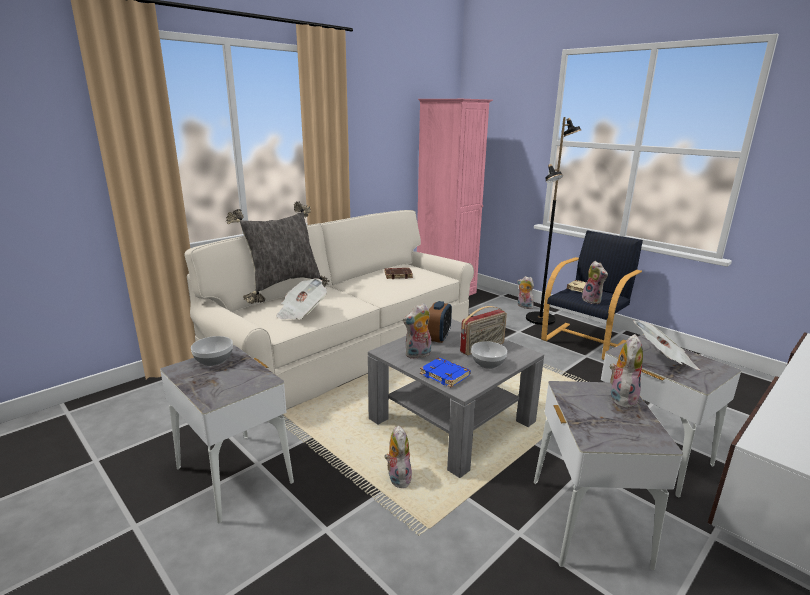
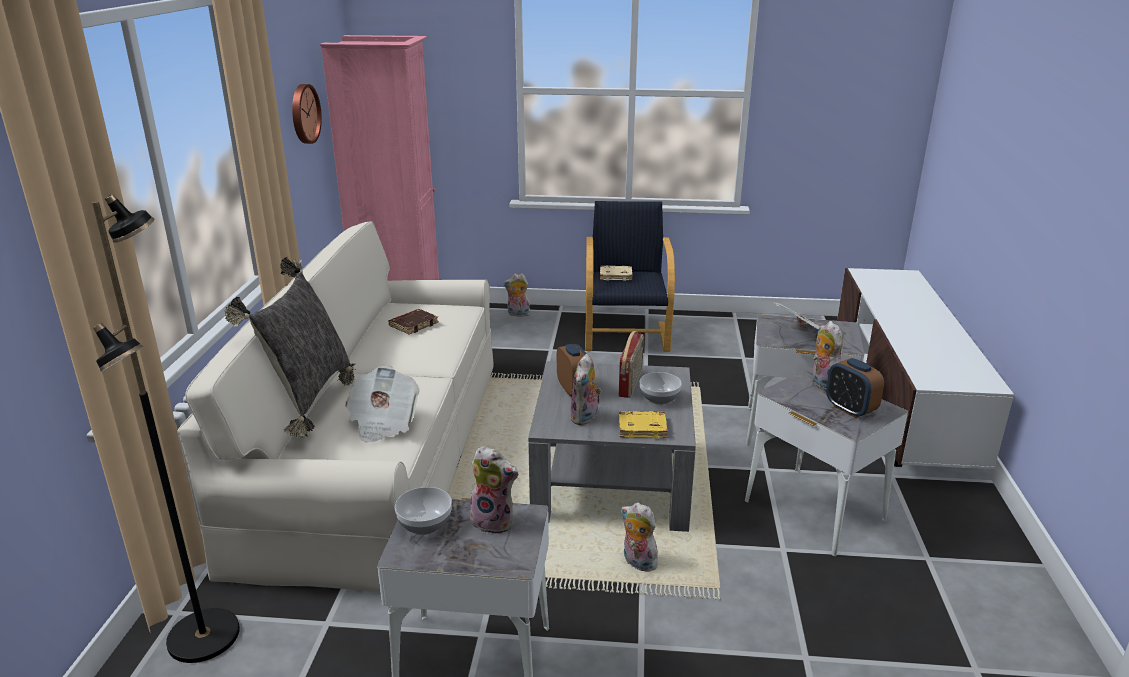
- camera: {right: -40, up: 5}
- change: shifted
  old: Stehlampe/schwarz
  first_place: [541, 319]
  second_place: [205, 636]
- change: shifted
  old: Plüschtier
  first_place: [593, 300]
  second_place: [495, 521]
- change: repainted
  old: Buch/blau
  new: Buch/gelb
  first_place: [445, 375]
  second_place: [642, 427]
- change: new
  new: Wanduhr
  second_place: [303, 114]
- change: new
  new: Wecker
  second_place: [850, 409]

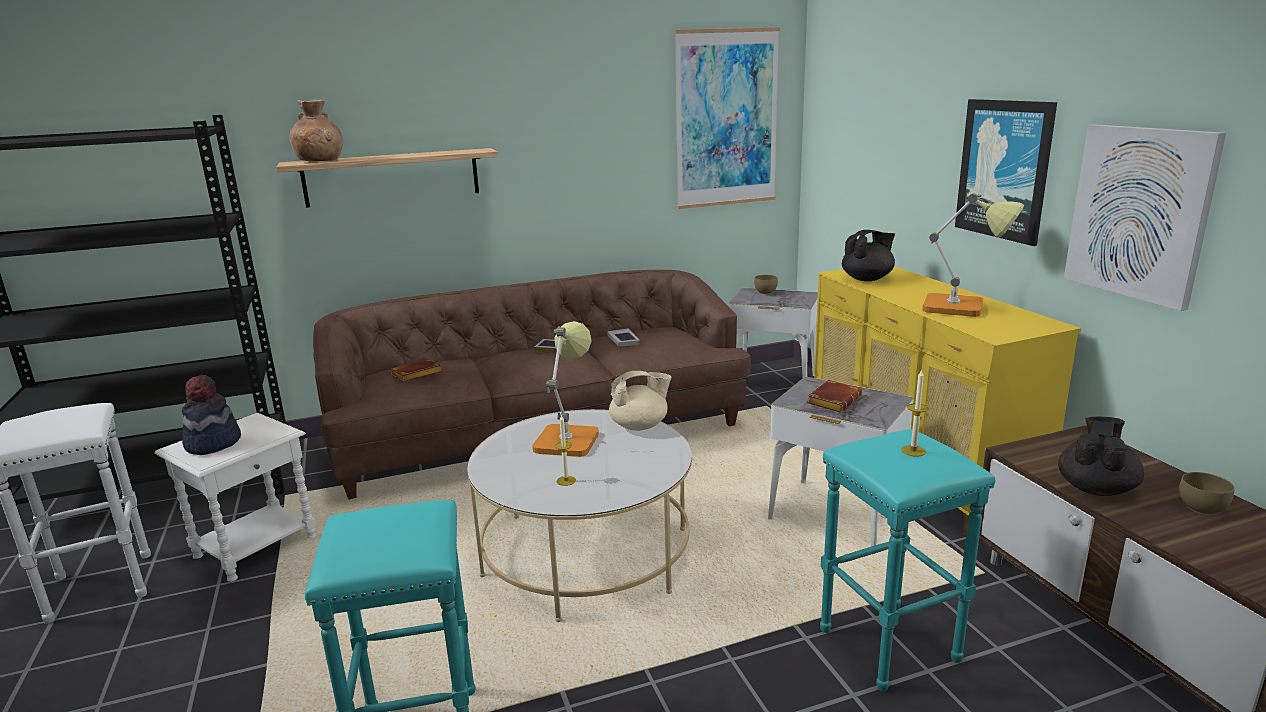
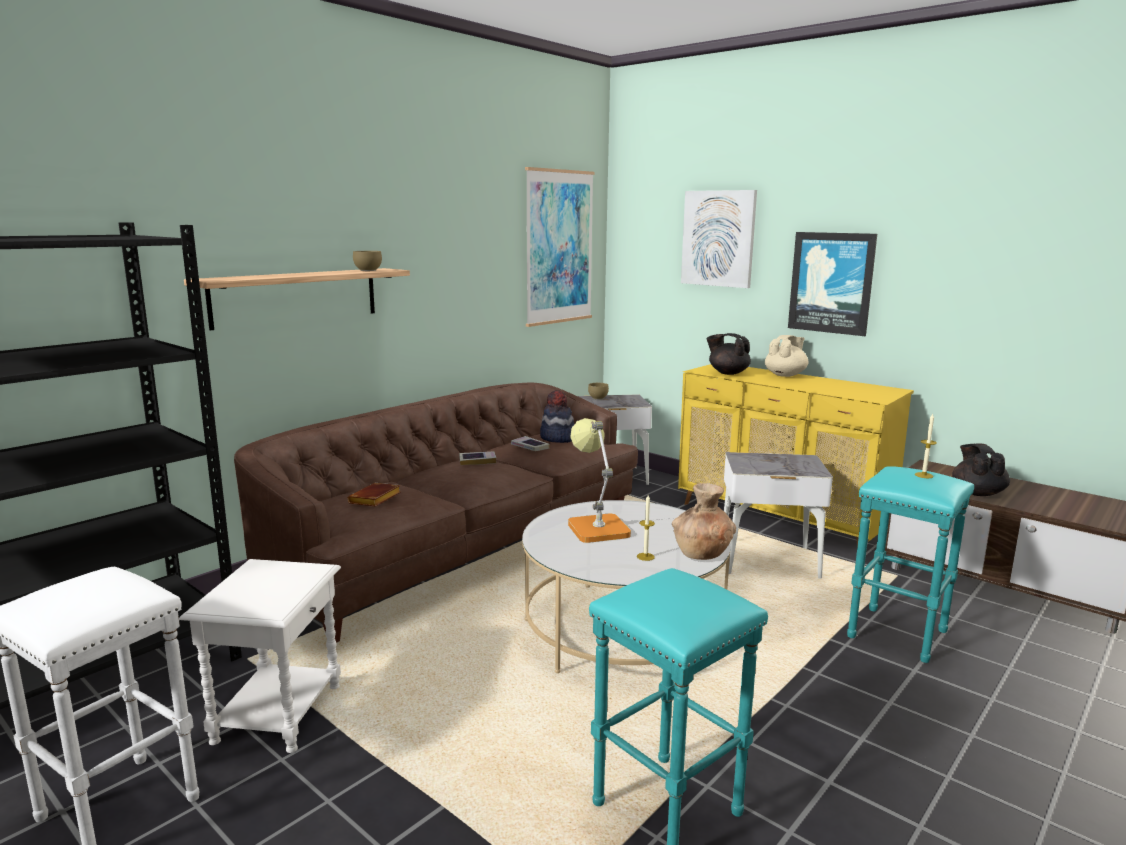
- camera: {right: -30, up: -5}
- change: shifted
  old: Vase/braun
  first_place: [320, 161]
  second_place: [702, 553]
- change: shifted
  old: Bild
  first_place: [1139, 213]
  second_place: [718, 238]
- change: gone
  old: Tischlampe
  first_place: [962, 307]
- change: rotated
  old: Teekanne/schwarz
  first_place: [867, 279]
  second_place: [727, 373]
  degrees: -90
- change: shifted
  old: Teekanne/beige
  first_place: [640, 426]
  second_place: [785, 375]
- change: shifted
  old: Hut
  first_place: [212, 443]
  second_place: [557, 438]
- change: gone
  old: Buch/braun
  first_place: [833, 400]
- change: shifted
  old: Schüssel/braun
  first_place: [1199, 507]
  second_place: [367, 270]

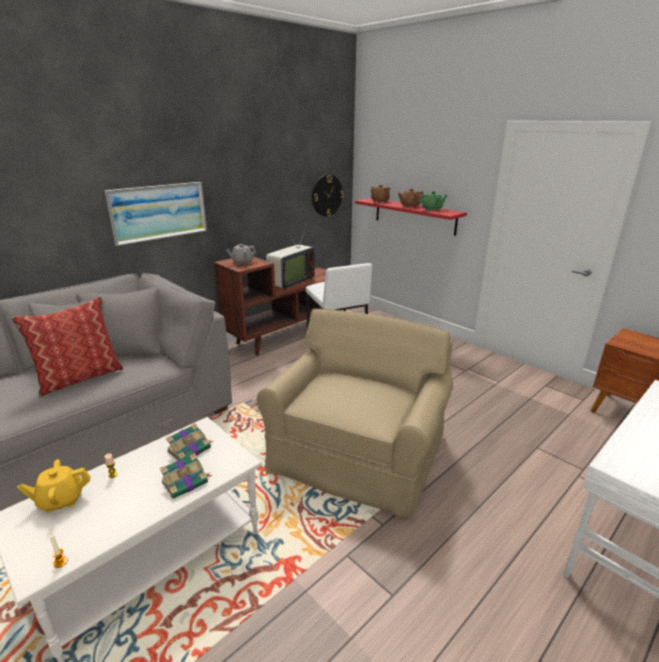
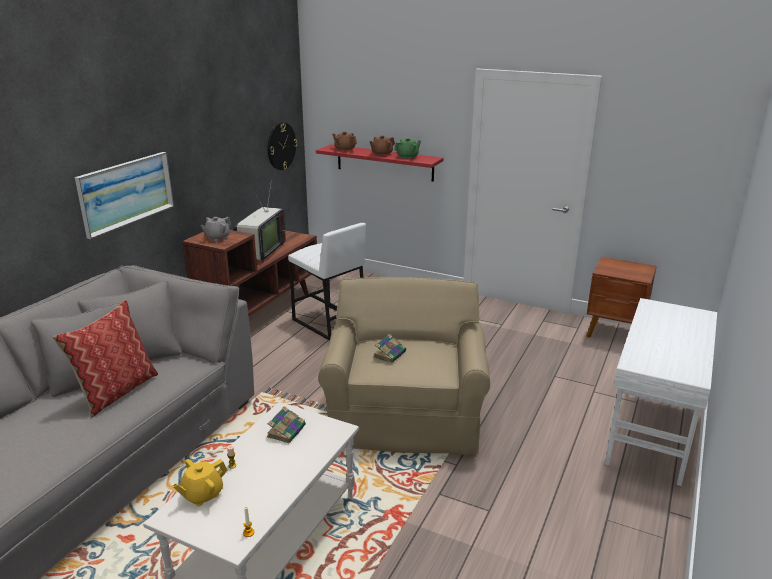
- camera: {right: -20, up: 0}
- change: shifted
  old: Buch
  first_place: [186, 482]
  second_place: [390, 354]

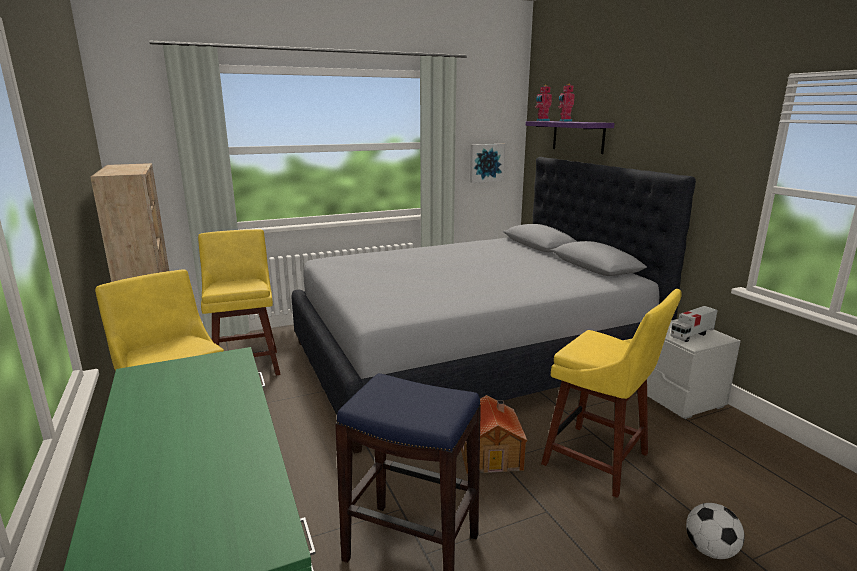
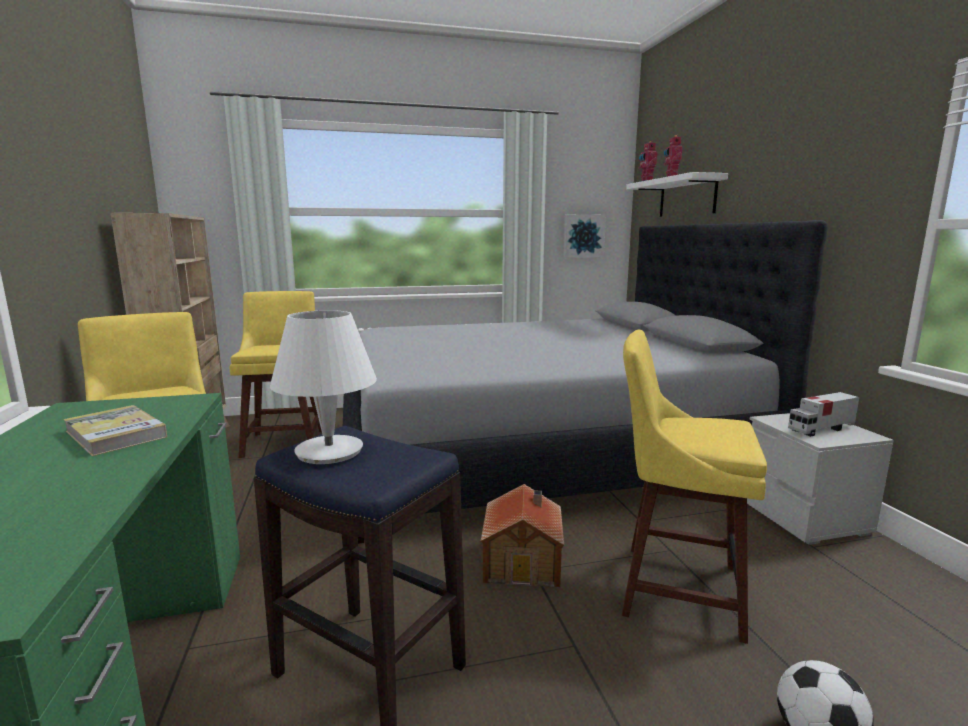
- camera: {right: 10, up: -5}
- change: repainted
  old: Wandregal/lila
  new: Wandregal/weiß
  first_place: [578, 136]
  second_place: [687, 197]
- change: rotated
  old: Stuhl/gelb
  first_place: [601, 461]
  second_place: [672, 587]
  degrees: 150
- change: new
  new: Tischlampe/weiß
  second_place: [330, 451]
- change: new
  new: Buch
  second_place: [115, 434]

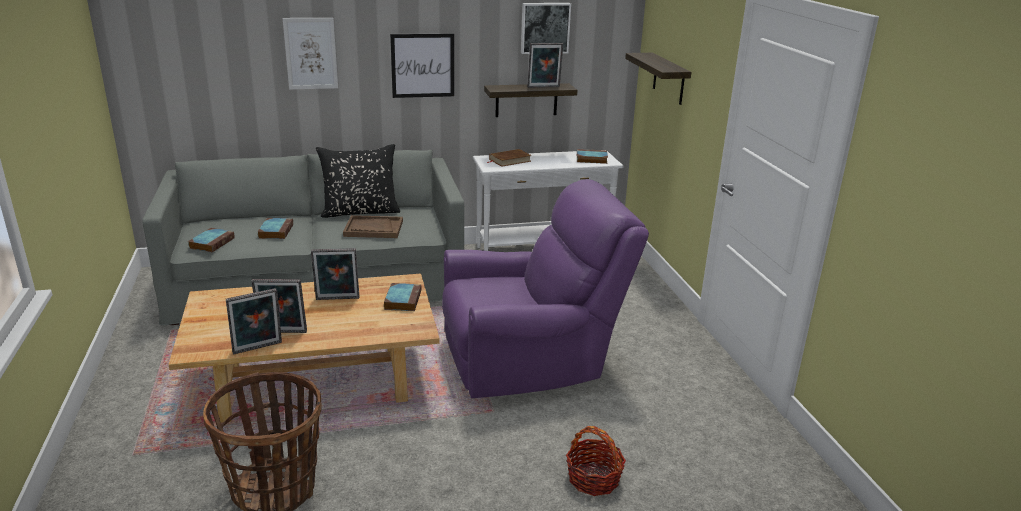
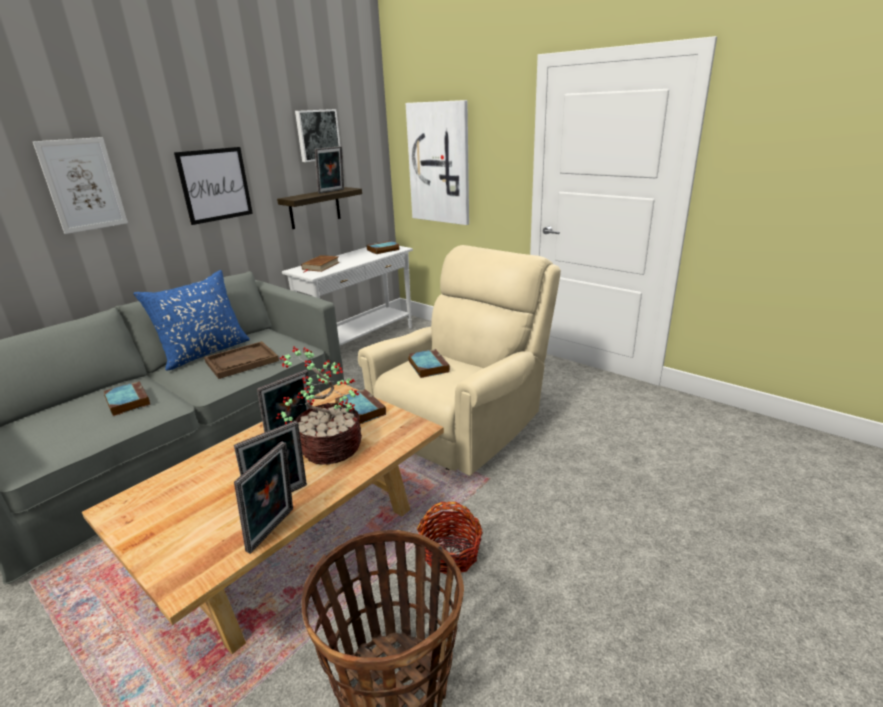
- camera: {right: -35, up: 0}
- change: swapped
  old: Wandregal
  new: Bild
  first_place: [669, 79]
  second_place: [439, 163]
- change: repainted
  old: Kissen/schwarz
  new: Kissen/blau
  first_place: [360, 211]
  second_place: [204, 352]
- change: repainted
  old: Sessel/lila
  new: Sessel/beige
  first_place: [531, 361]
  second_place: [463, 425]
- change: shifted
  old: Buch
  first_place: [212, 243]
  second_place: [427, 366]
- change: shifted
  old: Korb
  first_place: [594, 479]
  second_place: [451, 554]
- change: new
  new: Topfpflanze
  second_place: [328, 448]

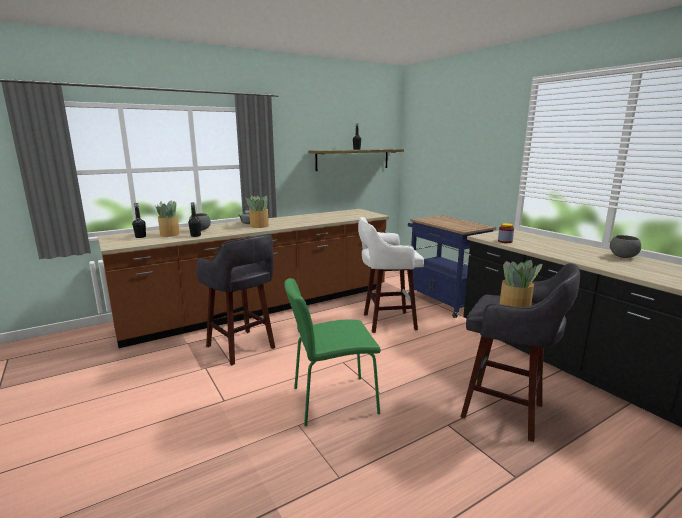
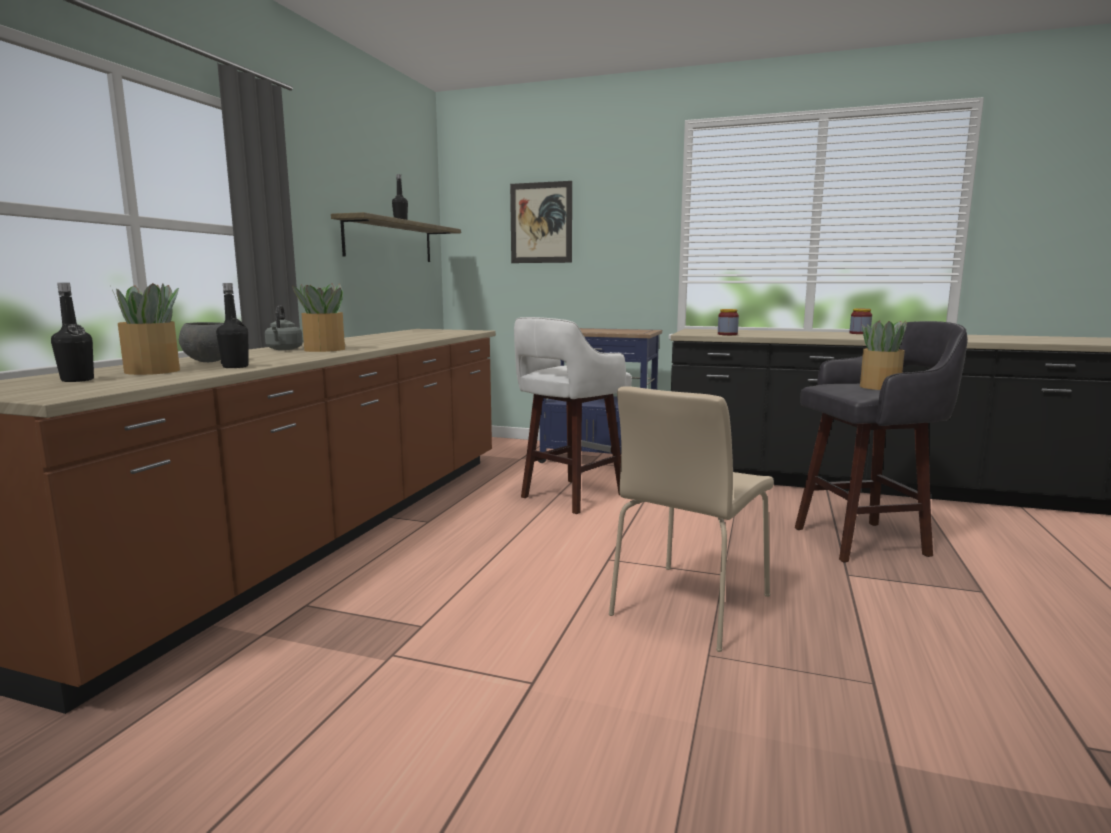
- camera: {right: -40, up: -5}
- change: gone
  old: Hocker/grau
  first_place: [242, 348]
- change: swapped
  old: Schüssel/grau
  new: Vorratsglas
  first_place: [622, 257]
  second_place: [859, 333]
- change: repainted
  old: Stuhl/grün
  new: Stuhl/beige
  first_place: [331, 401]
  second_place: [688, 607]
- change: new
  new: Bild
  second_place: [541, 223]

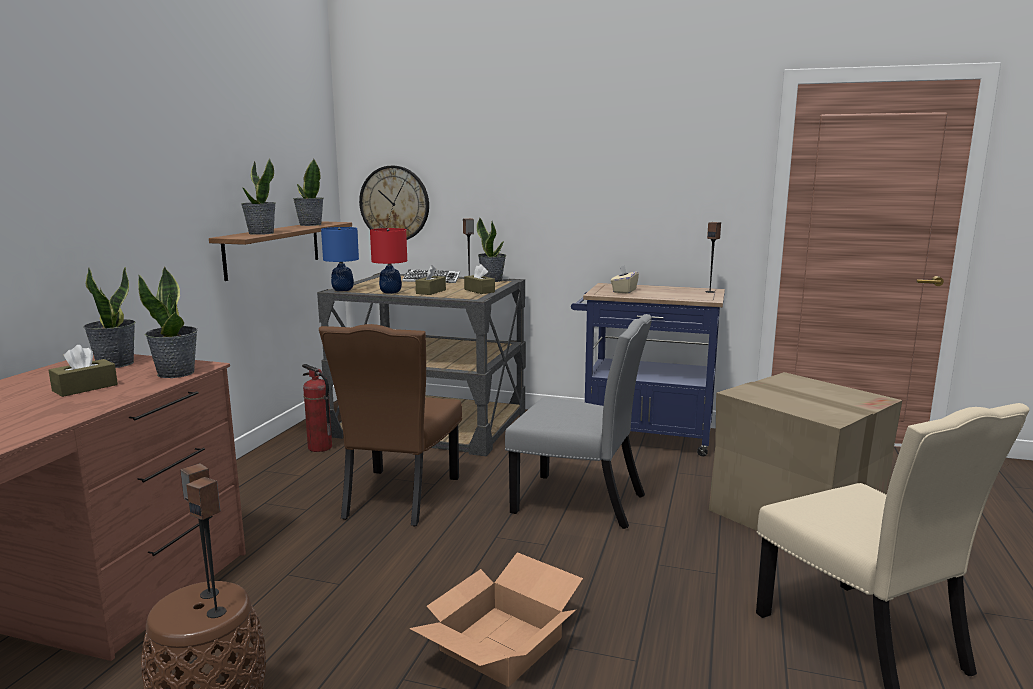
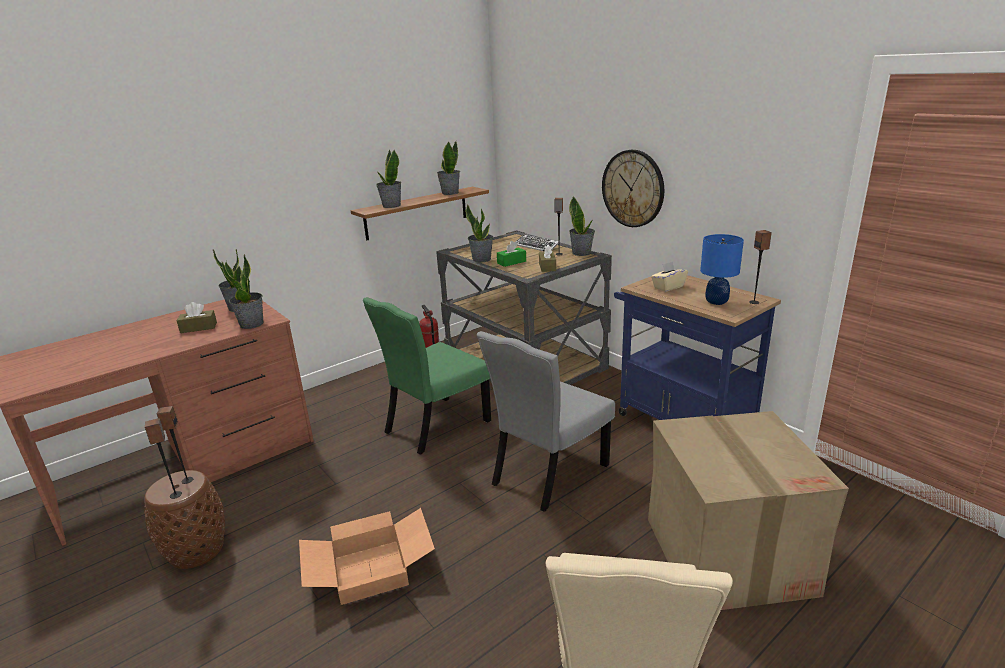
- camera: {right: 35, up: 10}
- change: shifted
  old: Wanduhr
  first_place: [394, 203]
  second_place: [633, 188]
- change: shifted
  old: Tischlampe/blau
  first_place: [342, 290]
  second_place: [716, 303]
- change: swapped
  old: Tischlampe/rot
  new: Topfpflanze
  first_place: [391, 292]
  second_place: [481, 259]
- change: repainted
  old: Taschentuchbox/braun
  new: Taschentuchbox/grün
  first_place: [431, 292]
  second_place: [511, 262]
- change: rotated
  old: Stuhl/grau
  first_place: [577, 501]
  second_place: [549, 472]
  degrees: 75
- change: repainted
  old: Stuhl/braun
  new: Stuhl/grün
  first_place: [400, 495]
  second_place: [438, 424]

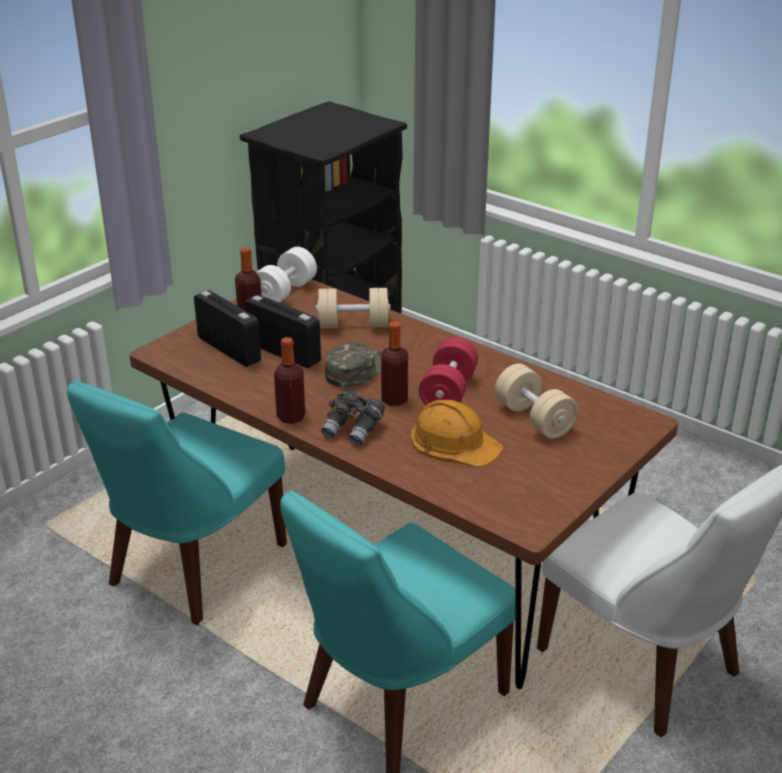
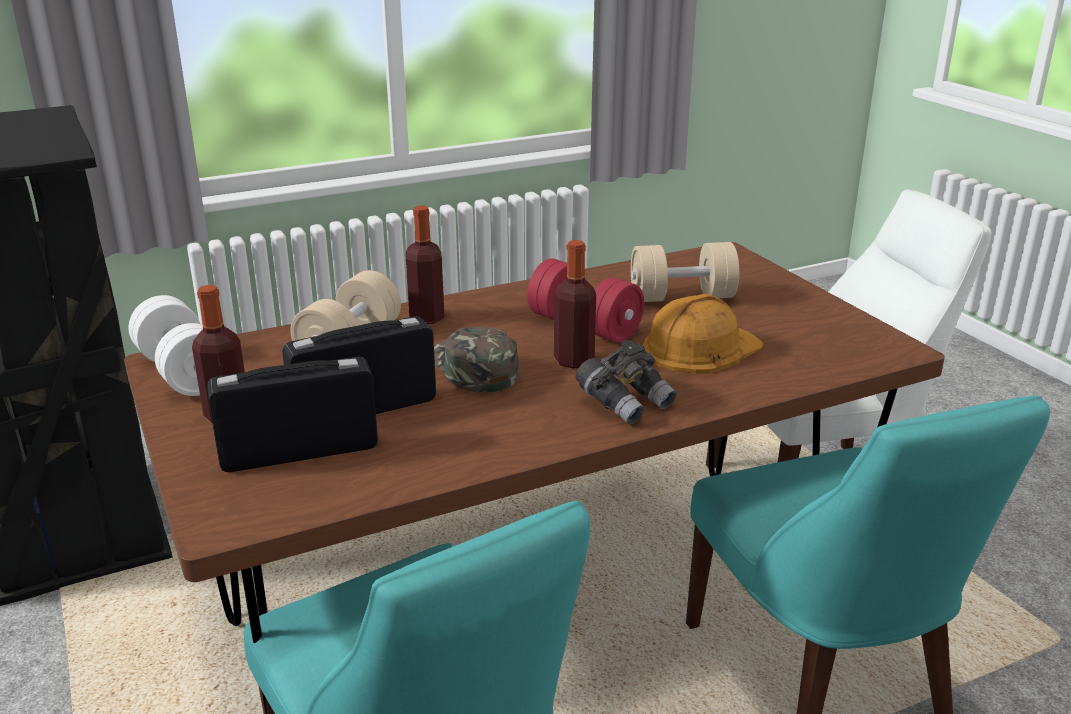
- camera: {right: -65, up: -5}
- change: shifted
  old: Flasche
  first_place: [291, 417]
  second_place: [426, 318]

